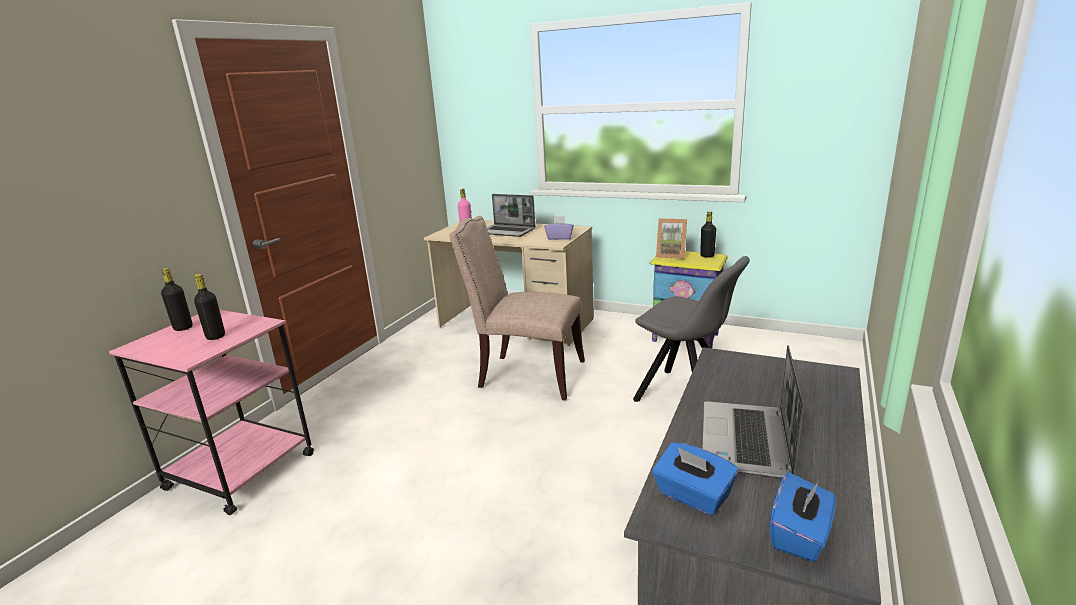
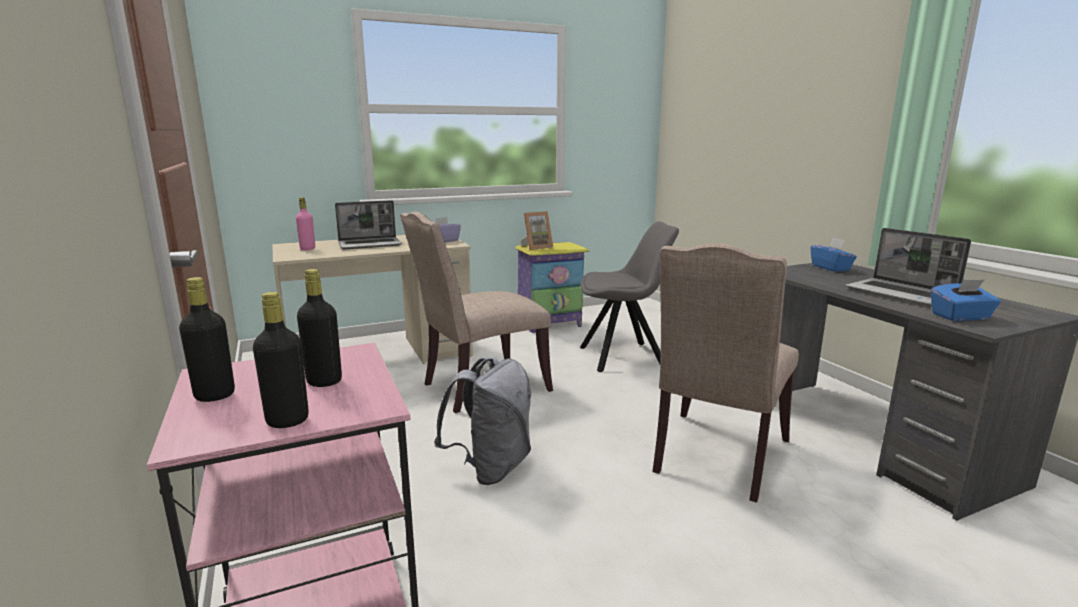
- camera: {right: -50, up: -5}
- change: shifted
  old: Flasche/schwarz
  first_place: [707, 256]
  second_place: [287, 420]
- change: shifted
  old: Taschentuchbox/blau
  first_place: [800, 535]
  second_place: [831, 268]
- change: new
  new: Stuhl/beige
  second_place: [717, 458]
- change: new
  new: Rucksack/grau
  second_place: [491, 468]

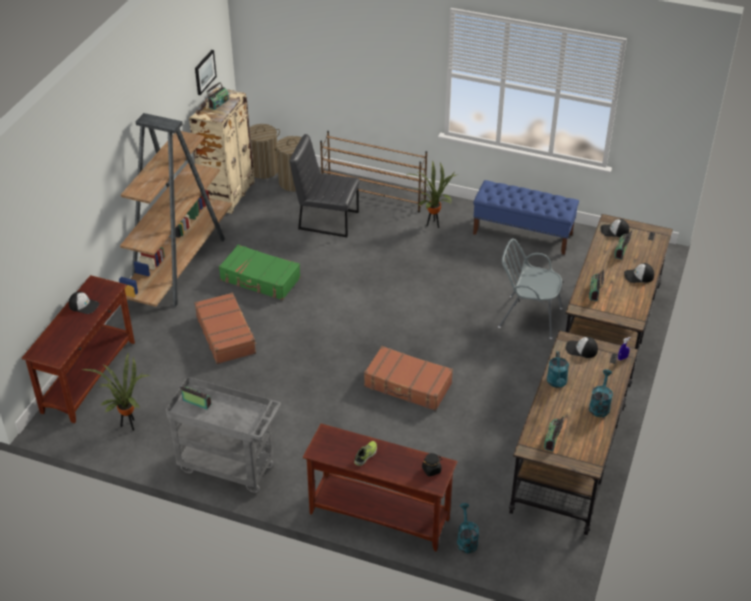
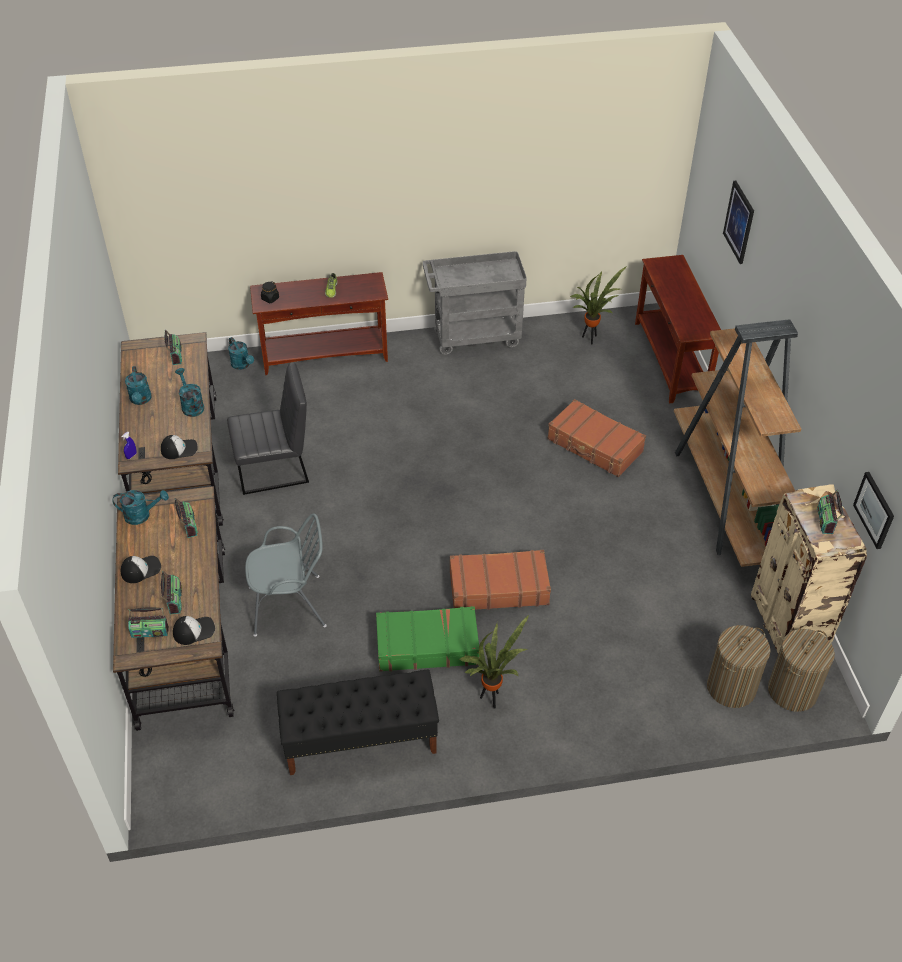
- camera: {right: 150, up: 5}
- change: gone
  old: Schuhregal/braun
  first_place: [373, 196]
- change: shifted
  old: Stuhl/grau
  first_place: [326, 220]
  second_place: [274, 469]
- change: repainted
  old: Bank/blau
  new: Bank/schwarz
  first_place: [523, 234]
  second_place: [360, 740]
- change: shifted
  old: Koffer/grün
  first_place: [260, 279]
  second_place: [427, 645]
- change: gone
  old: Kappe
  first_place: [84, 305]
- change: shifted
  old: Koffer/braun
  first_place: [408, 385]
  second_place: [498, 587]
- change: shifted
  old: Radio
  first_place: [196, 402]
  second_place: [150, 631]
- change: new
  new: Bild
  second_place: [739, 222]
- change: new
  new: Gießkanne/türkis
  second_place: [142, 515]

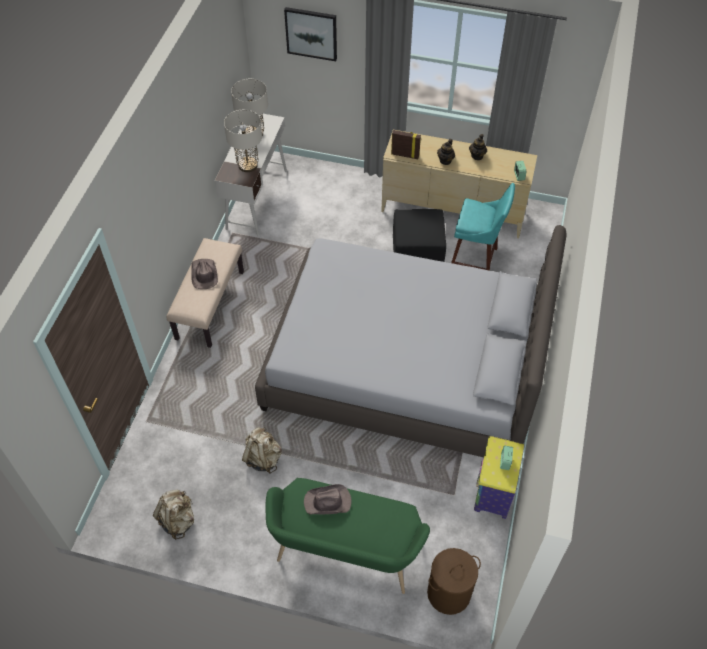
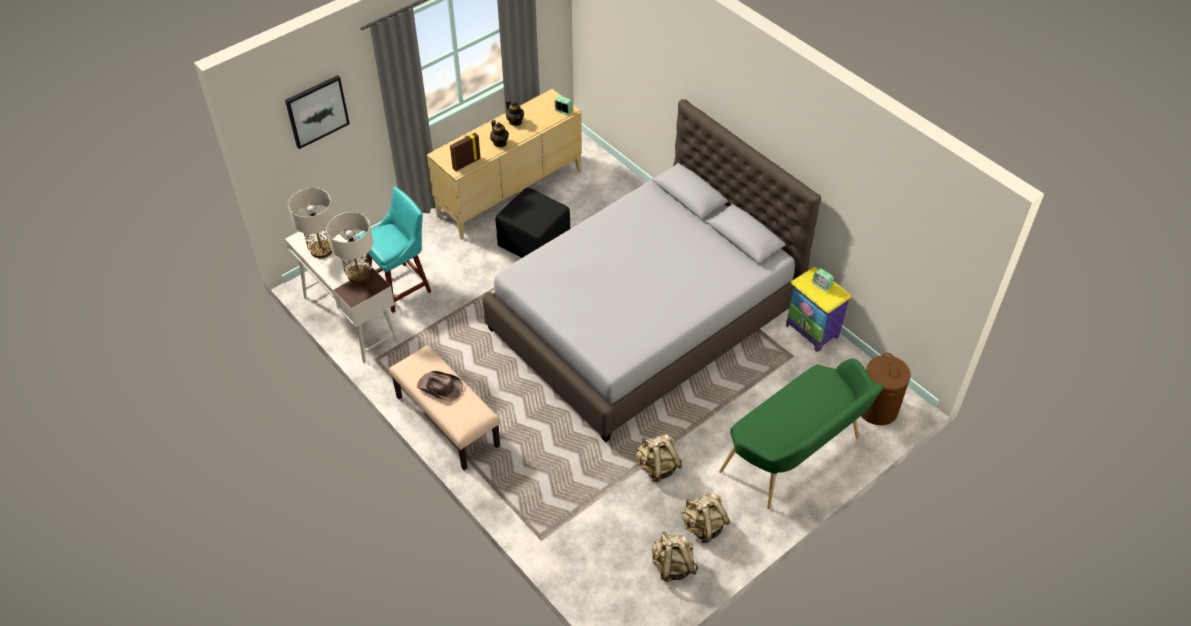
- camera: {right: -55, up: -5}
- change: shifted
  old: Stuhl/türkis
  first_place: [476, 260]
  second_place: [402, 286]
- change: gone
  old: Hut/braun
  first_place: [328, 502]
- change: new
  new: Rucksack/beige
  second_place: [703, 527]

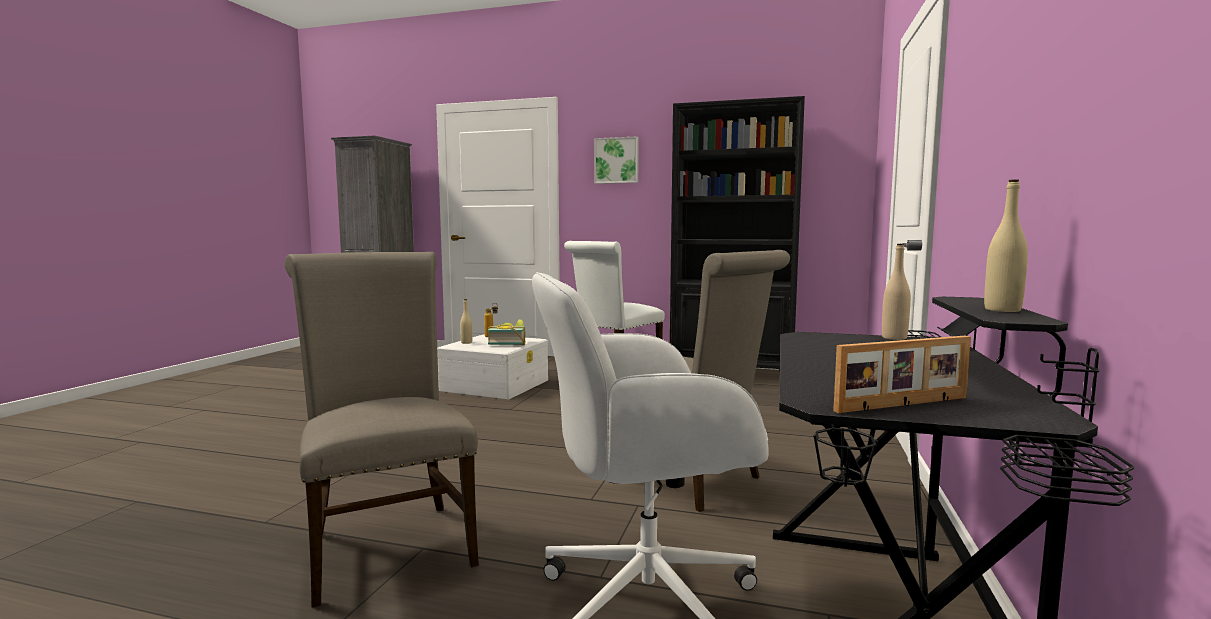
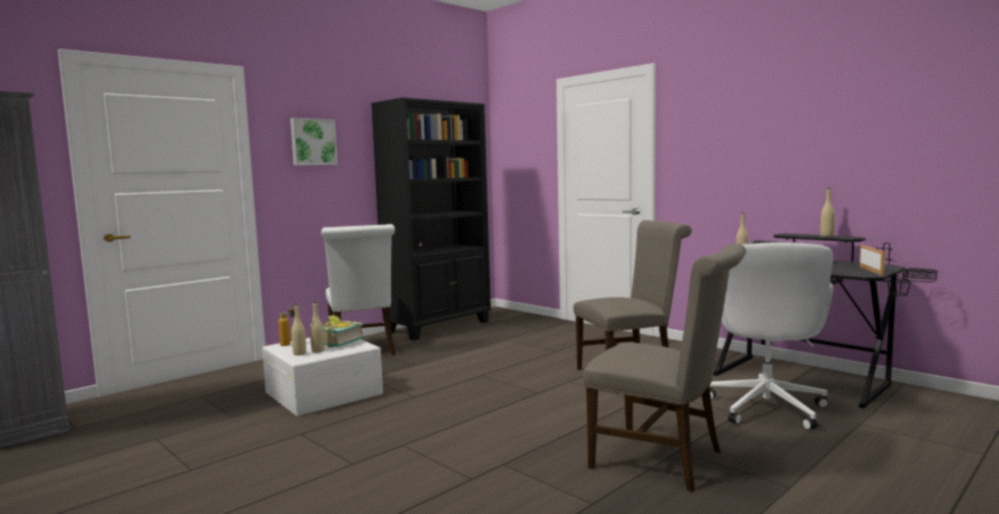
- camera: {right: -60, up: 0}
- change: rotated
  old: Stuhl/beige
  first_place: [387, 543]
  second_place: [665, 460]
  degrees: -150
- change: new
  new: Flasche/beige
  second_place: [318, 351]

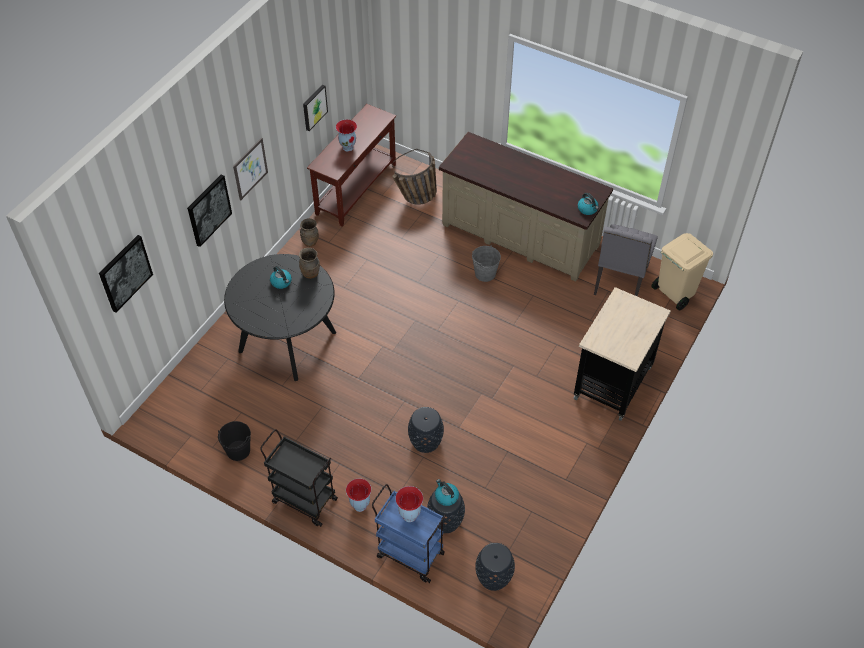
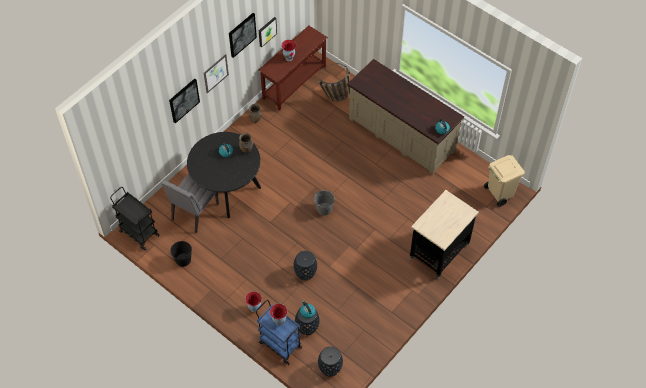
- camera: {right: 10, up: 5}
- change: shifted
  old: Stuhl/grau
  first_place: [620, 279]
  second_place: [195, 211]
- change: shifted
  old: Bild
  first_place: [125, 273]
  second_place: [242, 34]
- change: shifted
  old: Eimer/grau
  first_place: [485, 273]
  second_place: [324, 209]
- change: shifted
  old: Rollwagen/schwarz
  first_place: [304, 500]
  second_place: [139, 233]

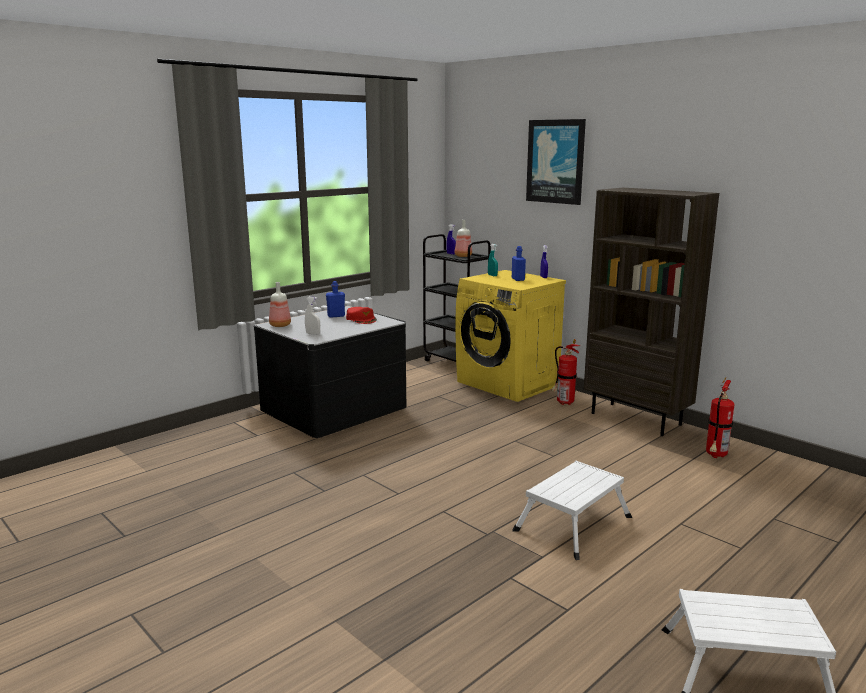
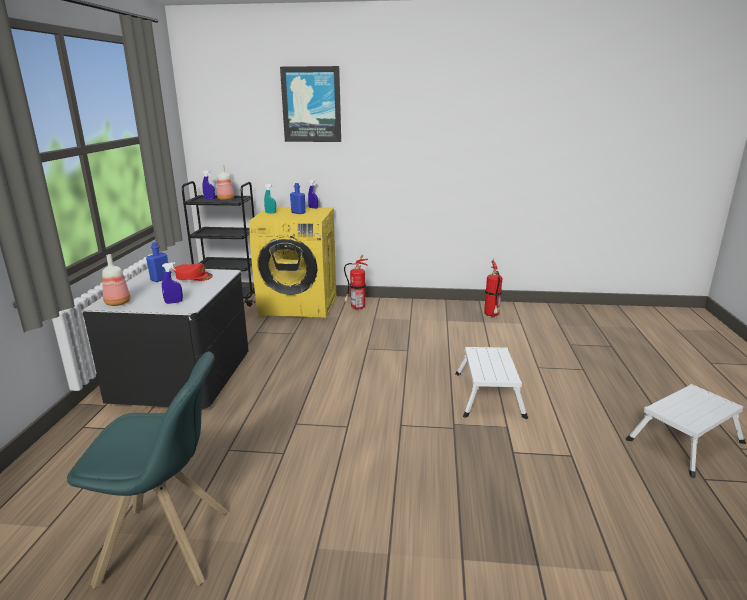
- camera: {right: -40, up: 5}
- change: gone
  old: Bücherregal/braun
  first_place: [637, 419]
- change: repainted
  old: Sprühflasche/weiß
  new: Sprühflasche/blau
  first_place: [313, 334]
  second_place: [174, 302]
- change: new
  new: Stuhl/türkis
  second_place: [167, 545]

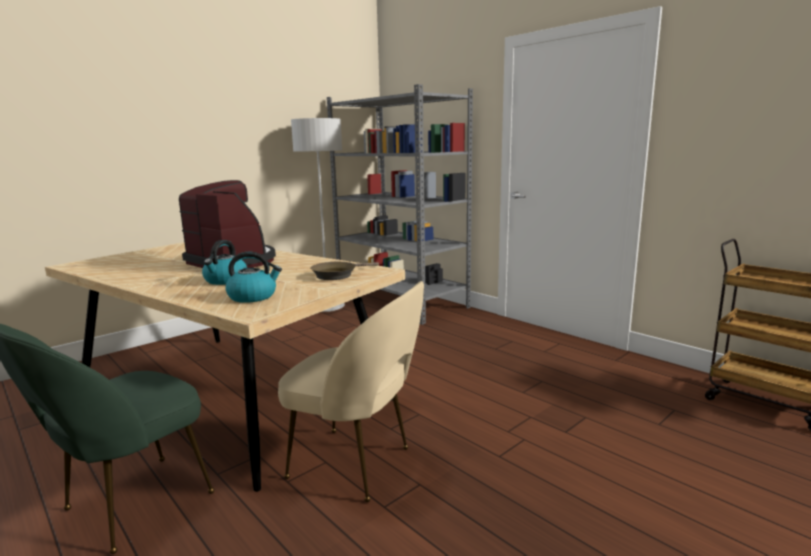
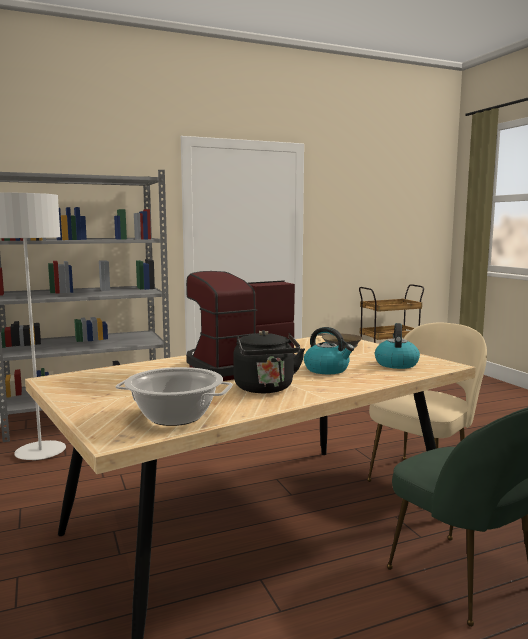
- camera: {right: -70, up: -5}
- change: new
  new: Wasserkessel/schwarz
  second_place: [265, 389]
- change: new
  new: Kochtopf
  second_place: [174, 416]

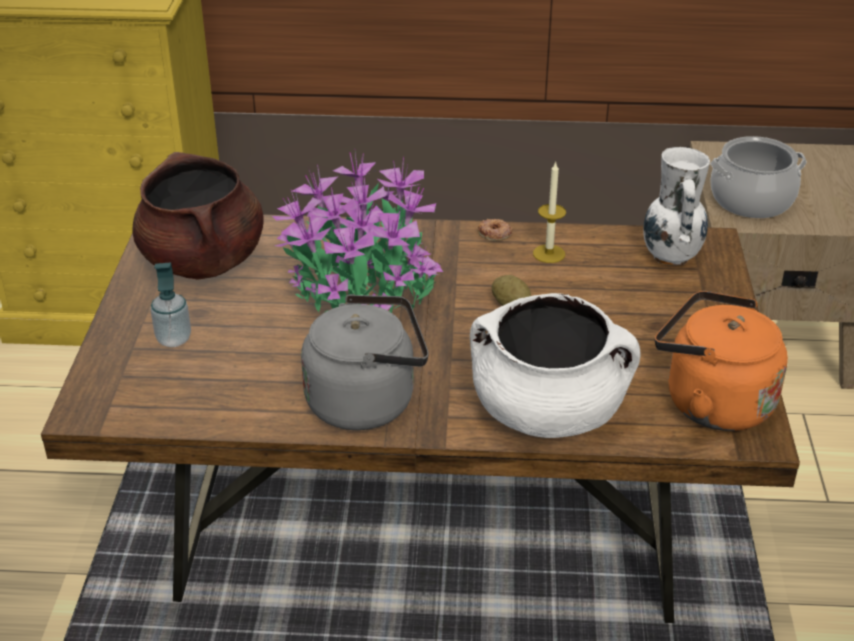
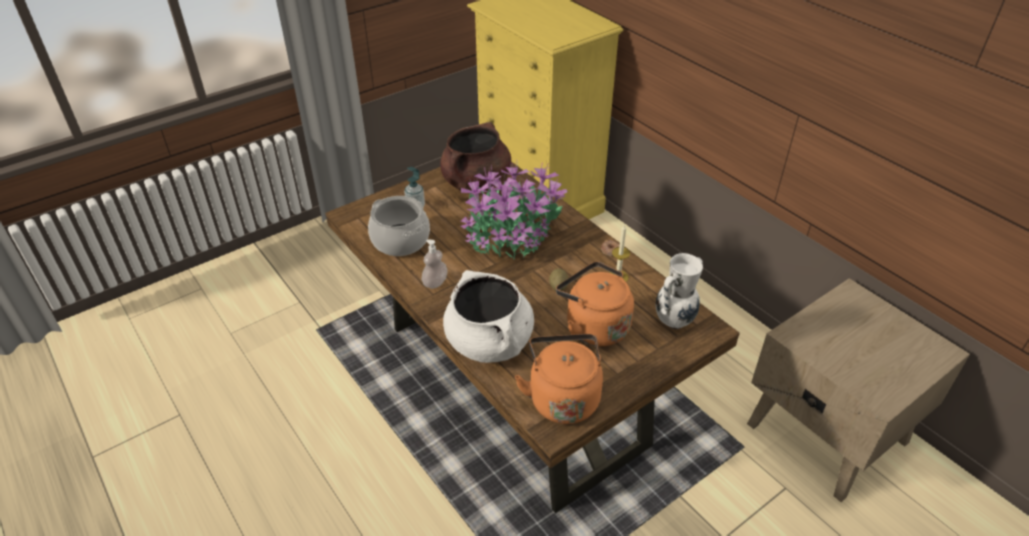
- camera: {right: 50, up: 5}
- change: shifted
  old: Kochtopf
  first_place: [751, 201]
  second_place: [400, 240]
- change: swapped
  old: Wasserkessel/grau
  new: Seifenspender
  first_place: [367, 401]
  second_place: [435, 283]
- change: new
  new: Wasserkessel/orange
  second_place: [593, 326]

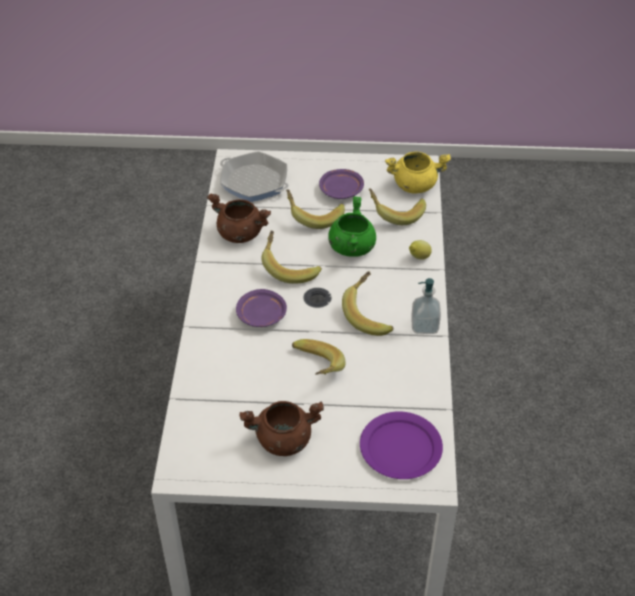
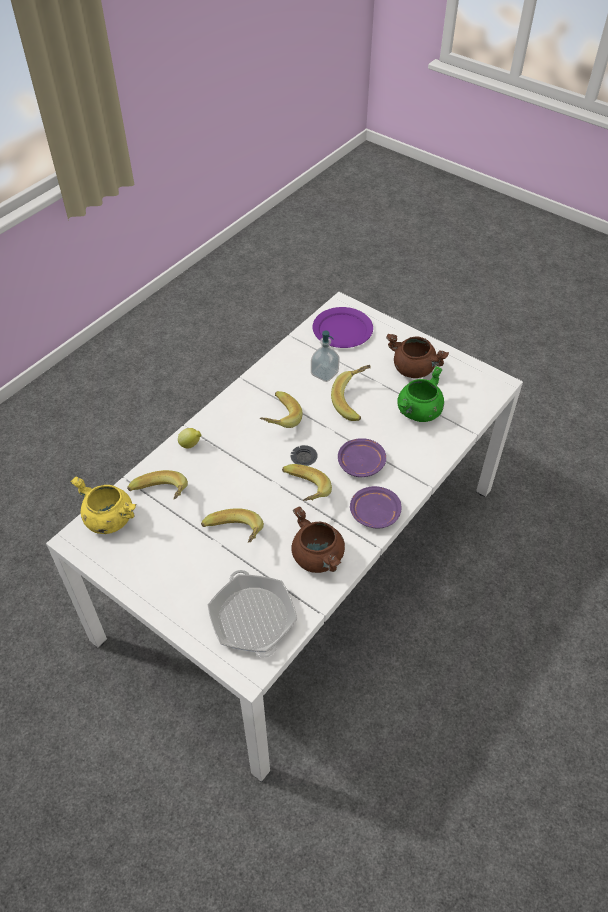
- camera: {right: -145, up: 5}
- change: shifted
  old: Teller/lila
  first_place: [341, 190]
  second_place: [374, 513]
- change: shifted
  old: Kochtopf/grün
  first_place: [351, 247]
  second_place: [419, 412]
- change: shifted
  old: Seifenspender
  first_place: [424, 326]
  second_place: [324, 373]

